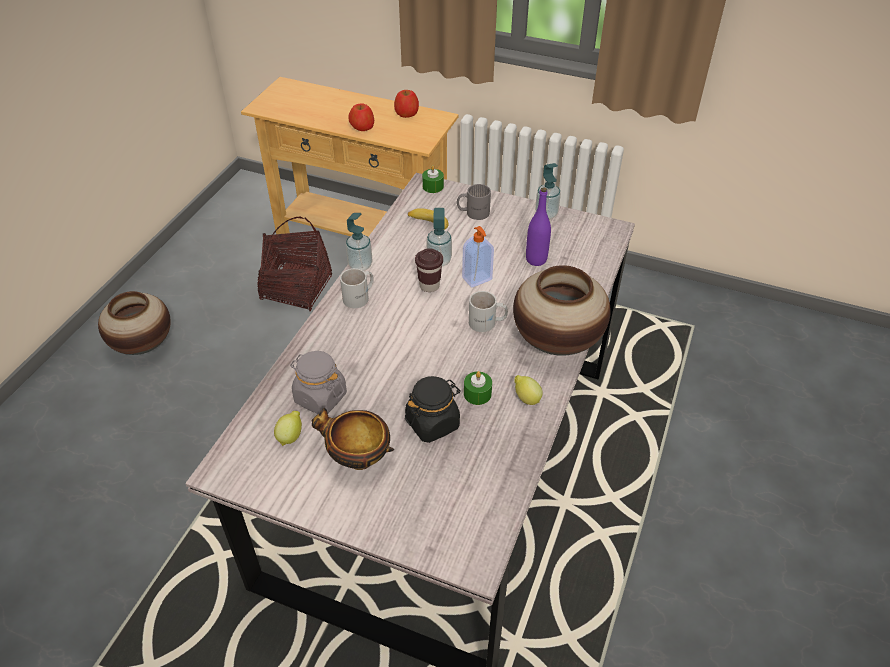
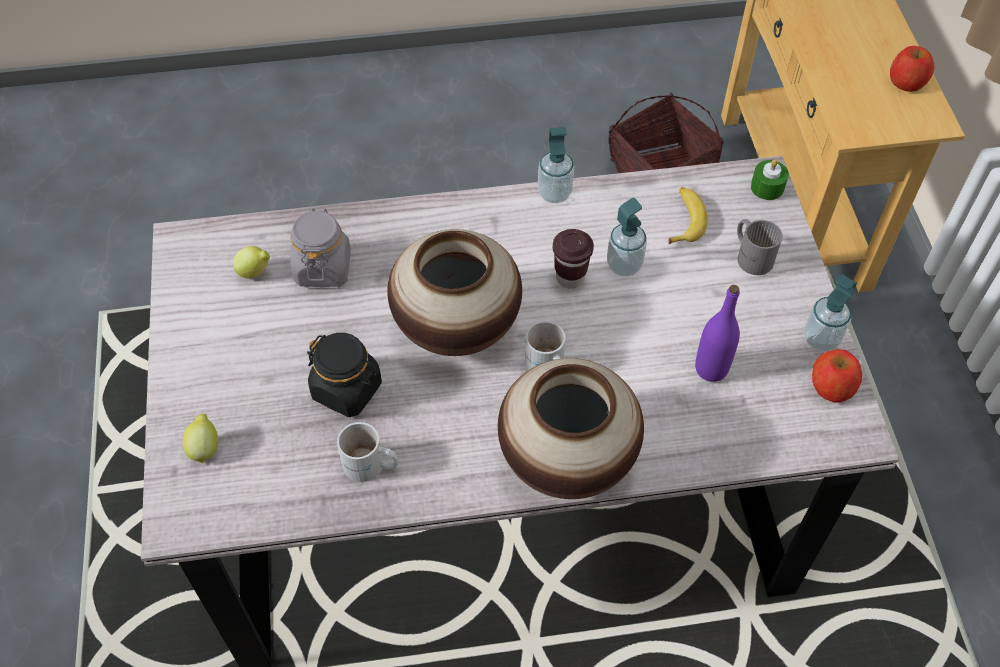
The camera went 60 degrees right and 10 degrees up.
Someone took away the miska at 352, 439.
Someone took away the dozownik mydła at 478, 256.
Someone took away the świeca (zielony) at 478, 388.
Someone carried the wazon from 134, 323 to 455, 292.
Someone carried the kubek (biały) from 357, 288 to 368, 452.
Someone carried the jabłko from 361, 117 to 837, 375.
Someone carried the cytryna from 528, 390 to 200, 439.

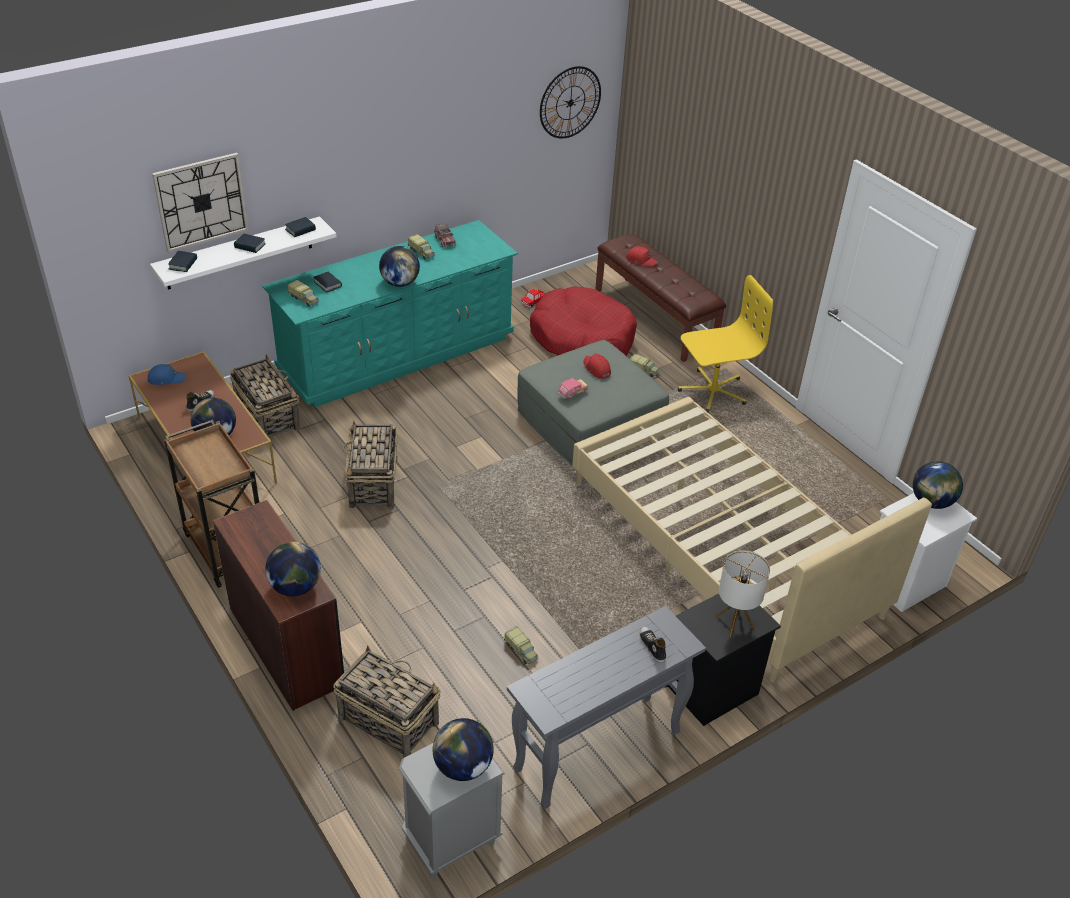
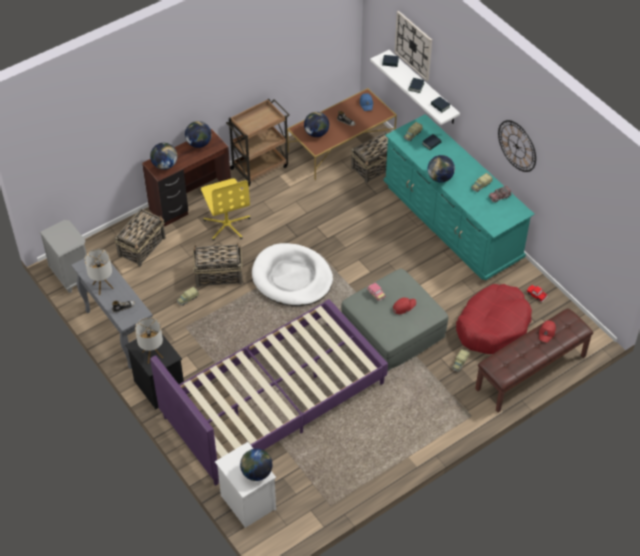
The camera went 90 degrees right and 10 degrees up.
Someone put down the lampa stołowa at 99, 272.
Someone put down the legowisko (biały) at 292, 274.
Someone carried the koszyk from 370, 464 to 217, 264.
Someone carried the globus from 463, 749 to 198, 134.
Someone carried the zegar ścienny from 570, 102 to 517, 146.
Someone carried the krzesło biurowe (żółty) from 725, 343 to 226, 210.
Someone repainted the łóżko (beżowy) at 752, 540, which became the łóżko (fioletowy) at 269, 392.

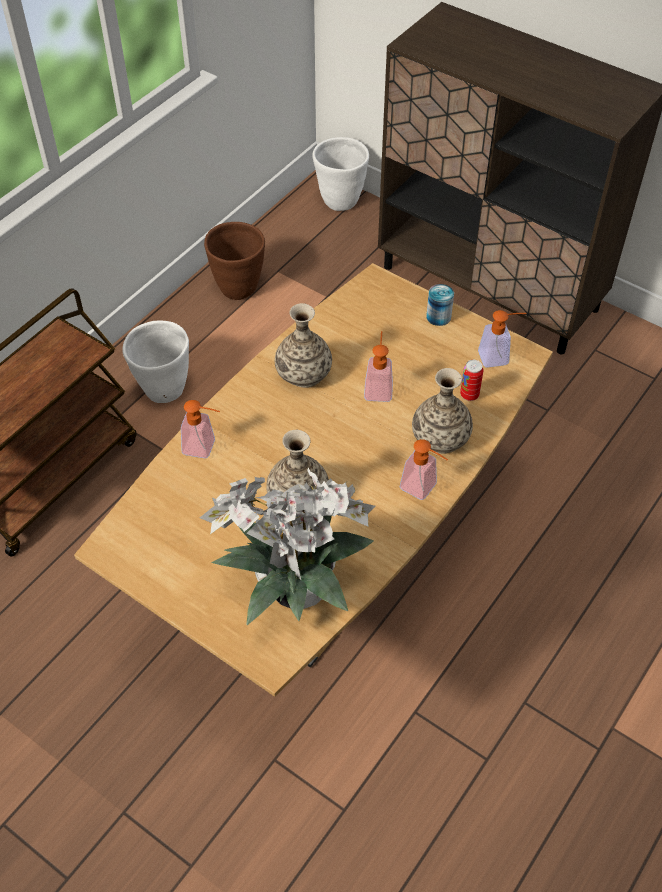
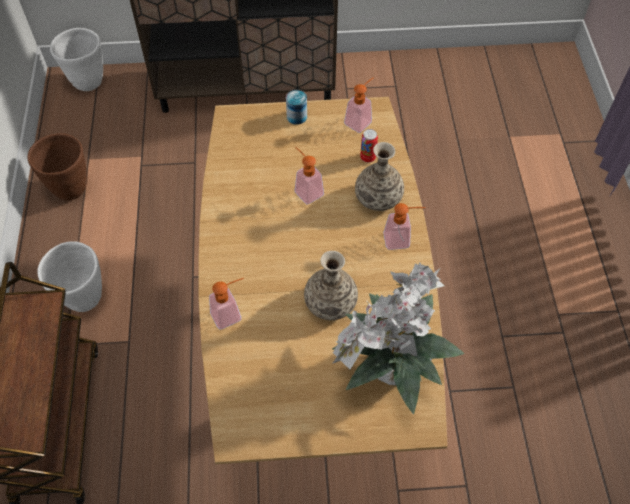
The camera went 40 degrees left and 5 degrees up.
Someone took away the wazon at 303, 345.

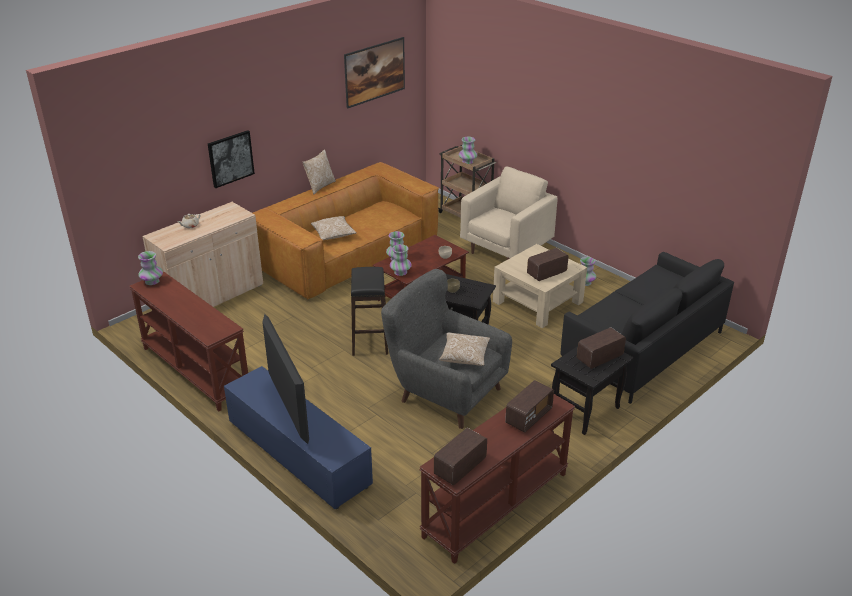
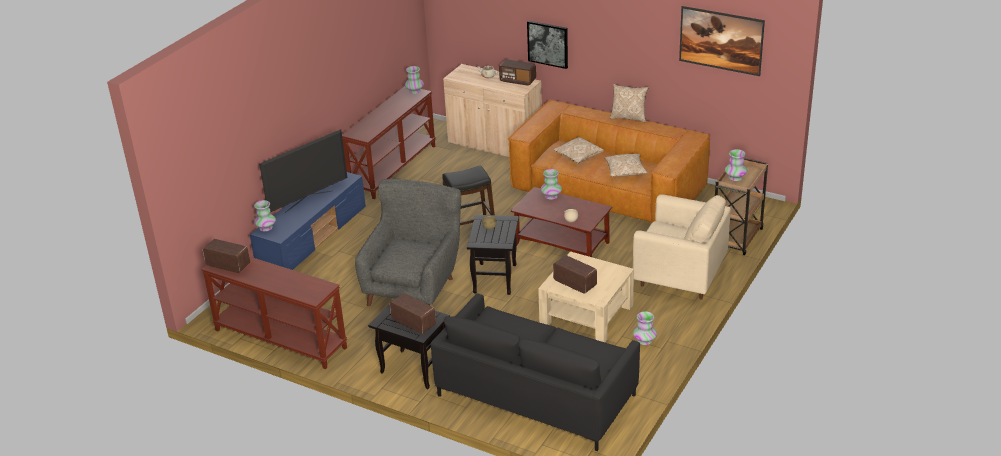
The camera went 75 degrees right and 0 degrees up.
Someone carried the wazon from 401, 260 to 265, 215.
Someone carried the poduszka from 464, 349 to 626, 165.
Someone carried the radio from 529, 406 to 517, 72.

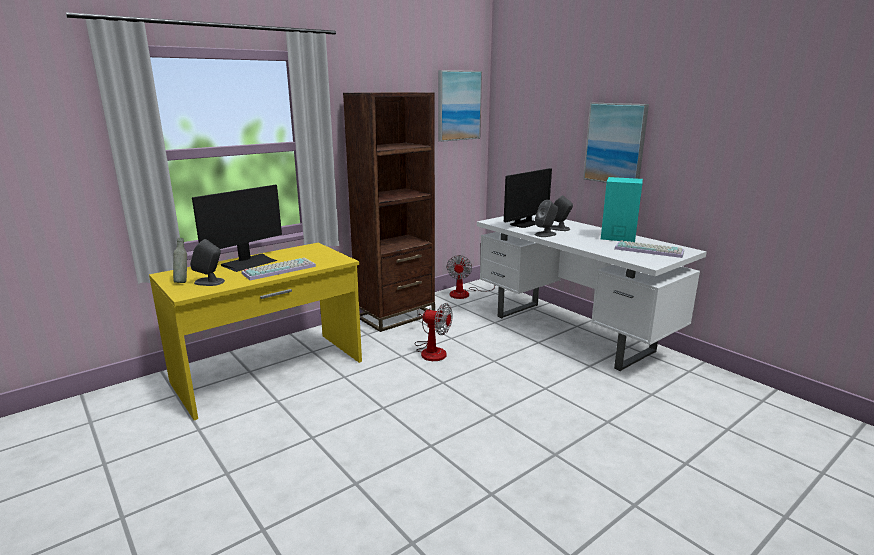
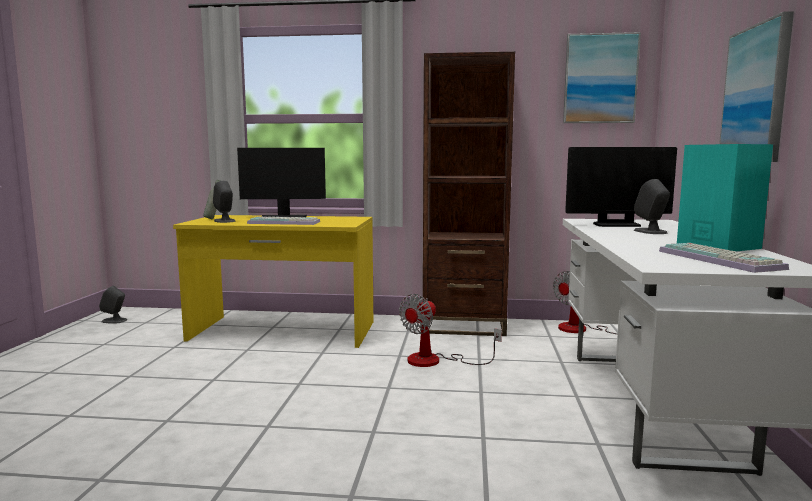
The camera went 45 degrees right and 10 degrees down.
Someone carried the głośnik (szary) from 546, 218 to 113, 305.
Someone rotated the wentylator at 434, 332 by 60 degrees clockwise.

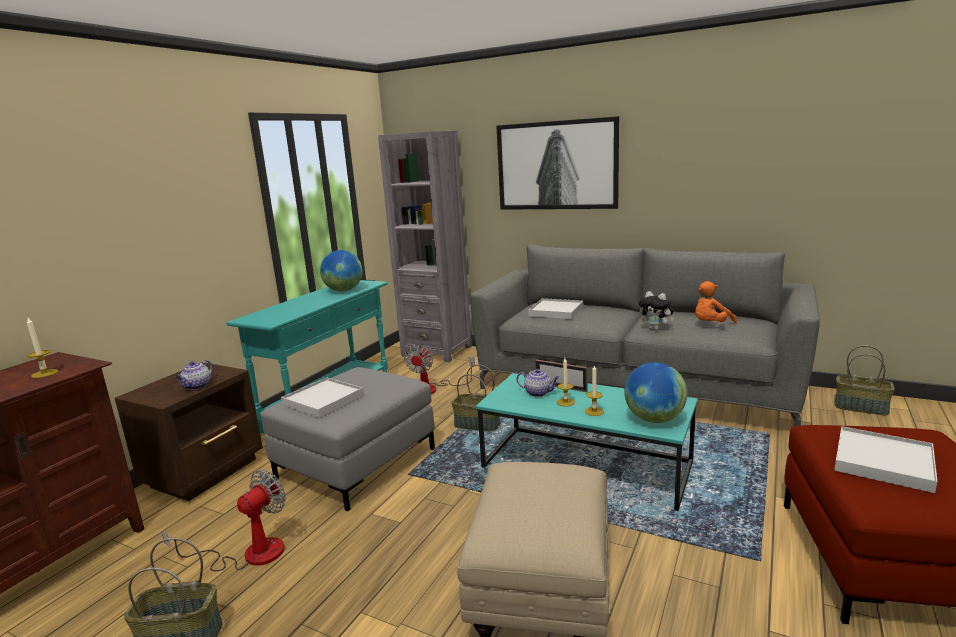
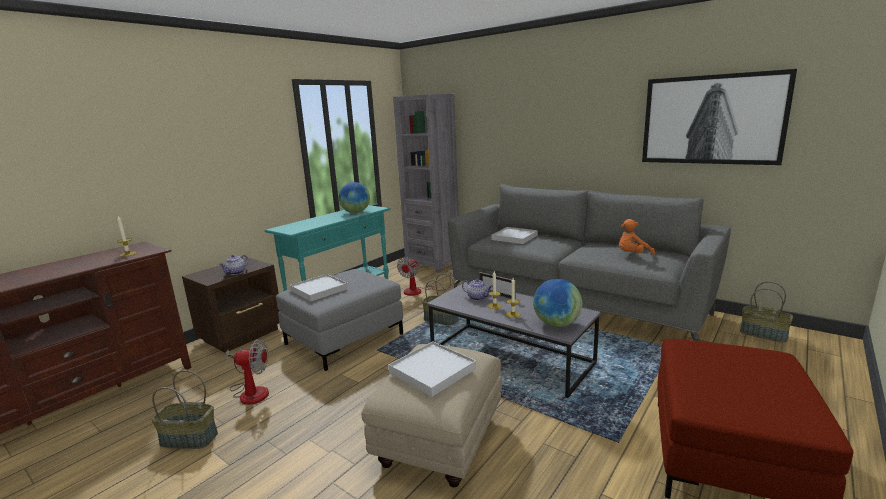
The camera went 10 degrees right and 0 degrees up.
Someone took away the pluszak at 656, 310.
Someone carried the obraz from 558, 163 to 719, 117.
Someone carried the taca (biały) from 886, 459 to 432, 369.
Someone repainted the ława (turkusowy) at 587, 442, which became the ława (szary) at 514, 340.
Someone rotated the wentylator at 223, 520 by 45 degrees clockwise.

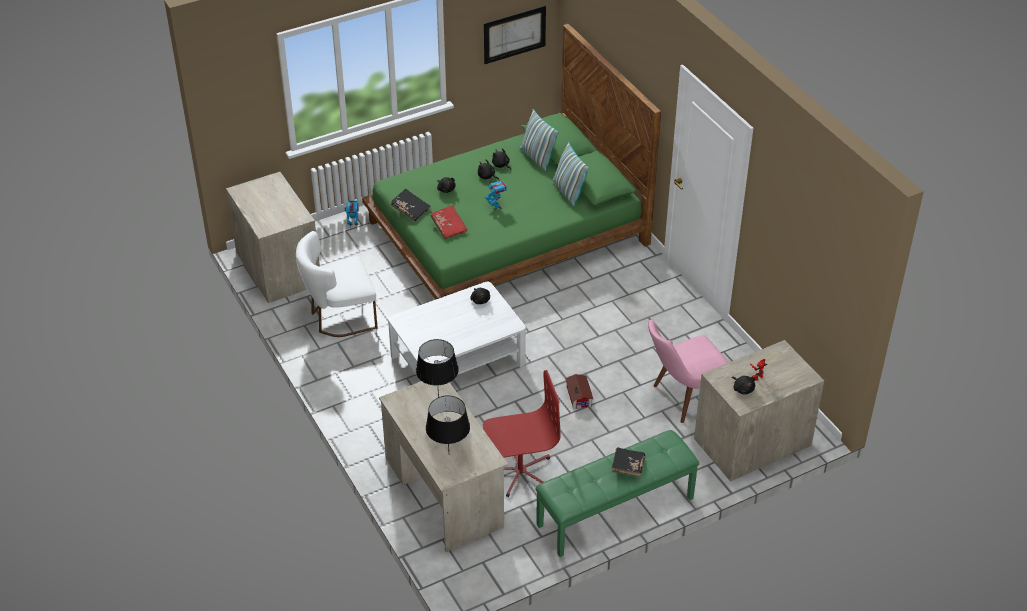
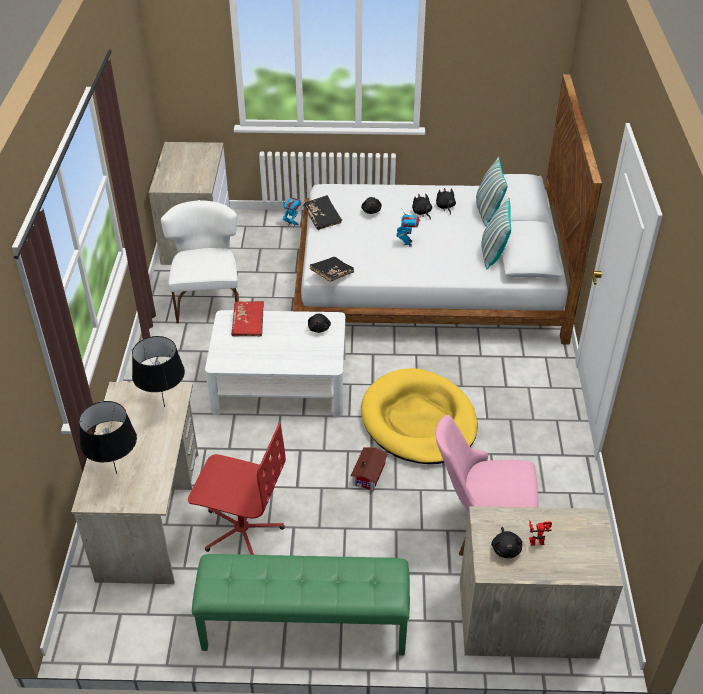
The camera went 30 degrees right and 0 degrees up.
Someone took away the obraz at 515, 34.
Someone put down the legowisko (żółty) at 419, 416.
Someone carried the książka (czerwony) from 449, 222 to 247, 319.
Someone carried the książka (czarny) from 629, 462 to 332, 269.
Someone repainted the łóżko (zielony) at 511, 162, which became the łóżko (biały) at 447, 209.
Someone rotated the krzesło (biały) at 337, 284 by 75 degrees clockwise.

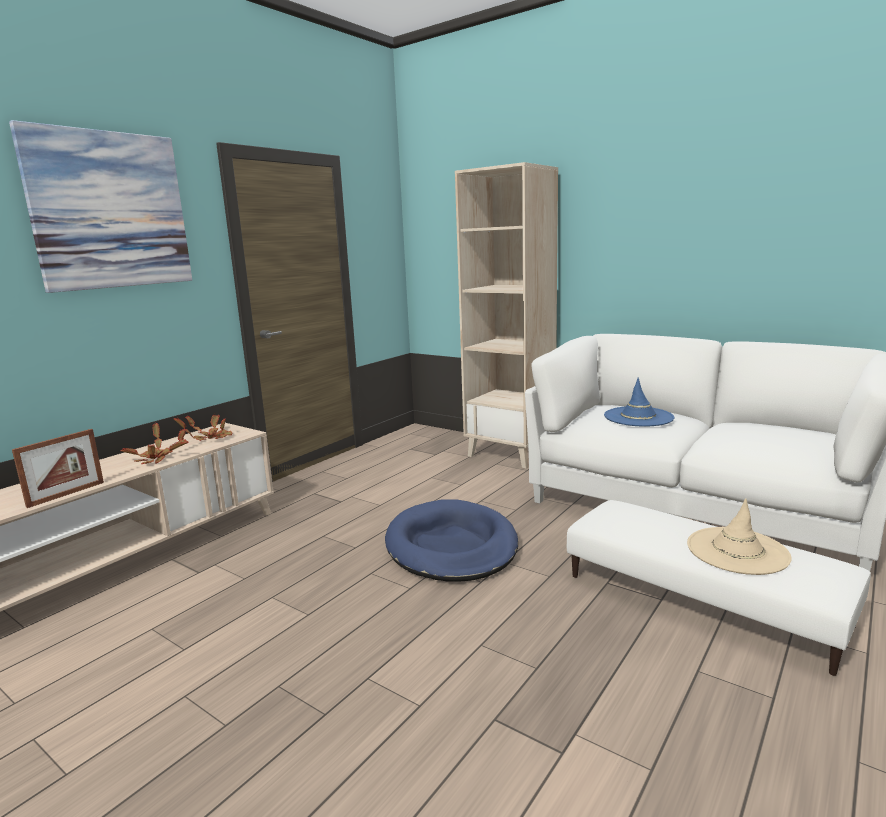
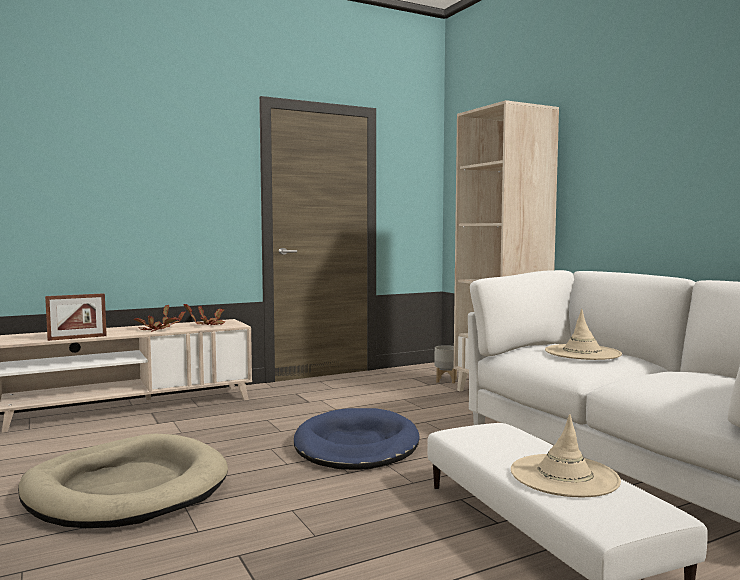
The camera went 25 degrees right and 10 degrees down.
Someone took away the obraz at 100, 206.
Someone put down the legowisko (beżowy) at 123, 480.
Someone put down the donica (szary) at 445, 364.
Someone repainted the kapelusz (niebieski) at 639, 402, which became the kapelusz (beżowy) at 583, 334.

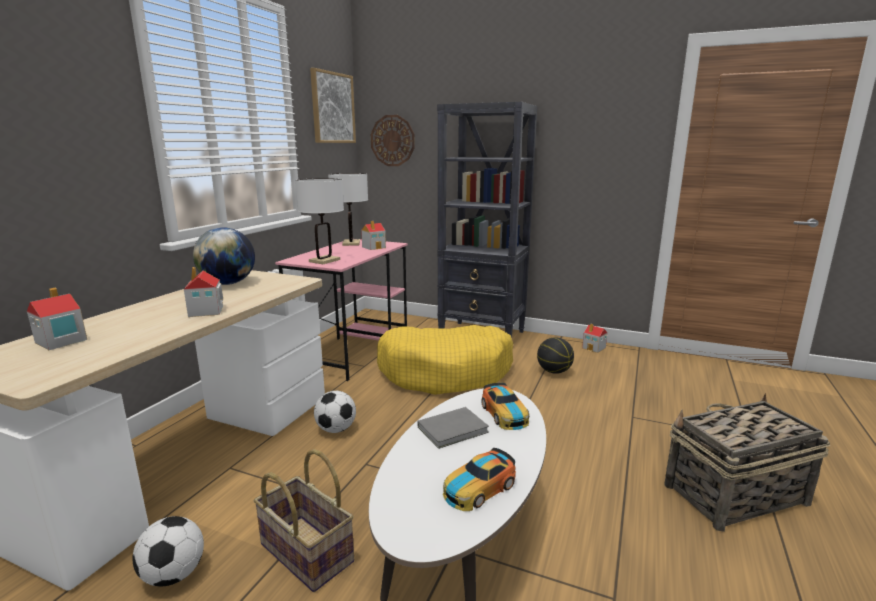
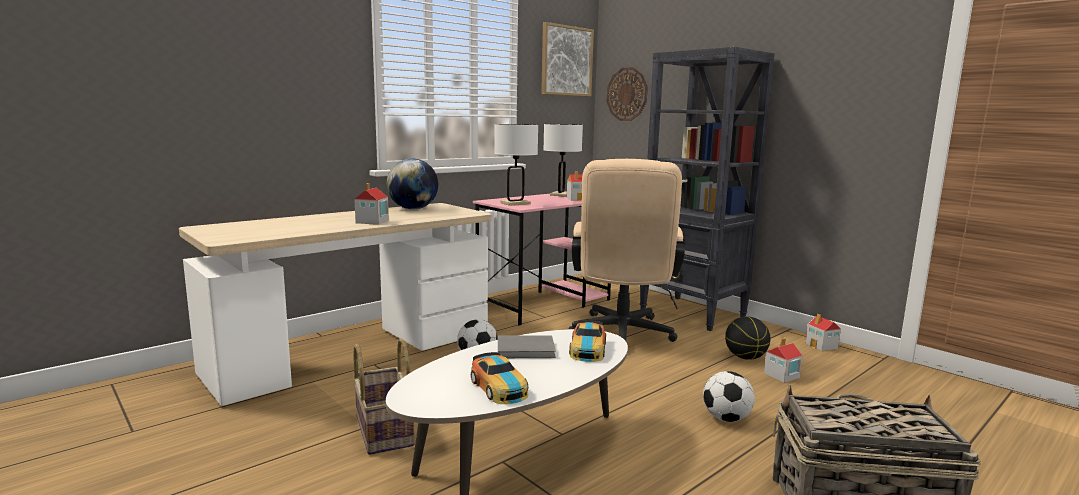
The camera went 25 degrees right and 5 degrees down.
Someone carried the domek from 57, 318 to 783, 360.
Someone carried the piłka futbolowa from 168, 551 to 729, 396.
Someone swapped the legowisko (żółty) at 445, 360 for the krzesło biurowe (beżowy) at 626, 250.
Someone rotated the samochodzik at 479, 479 by 105 degrees counterclockwise.

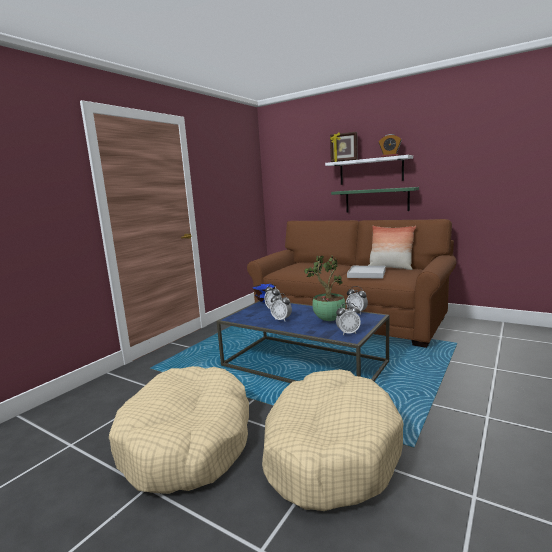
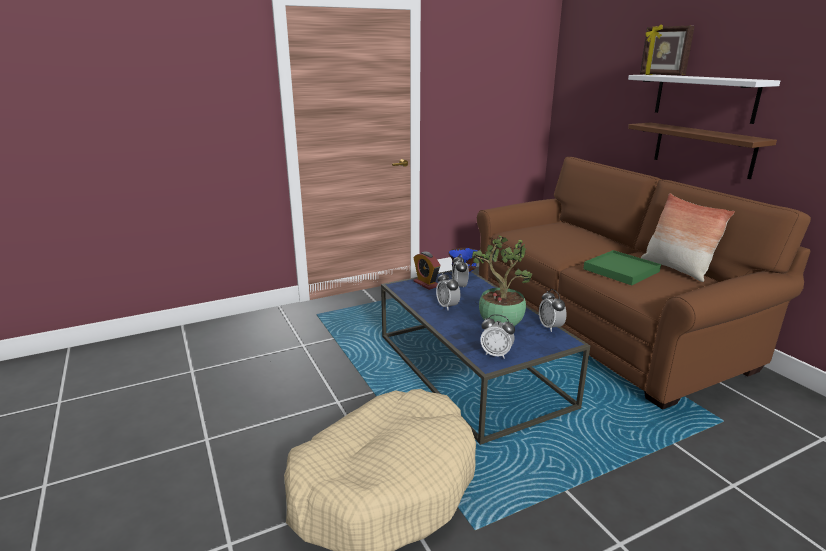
The camera went 30 degrees right and 10 degrees up.
Someone took away the legowisko (beżowy) at 179, 430.
Someone carried the budzik from 390, 145 to 426, 271.
Someone repainted the półka (zielony) at 375, 199, which became the półka (brązowy) at 702, 150.
Someone repainted the taca (biały) at 366, 272, which became the taca (zielony) at 622, 267.

